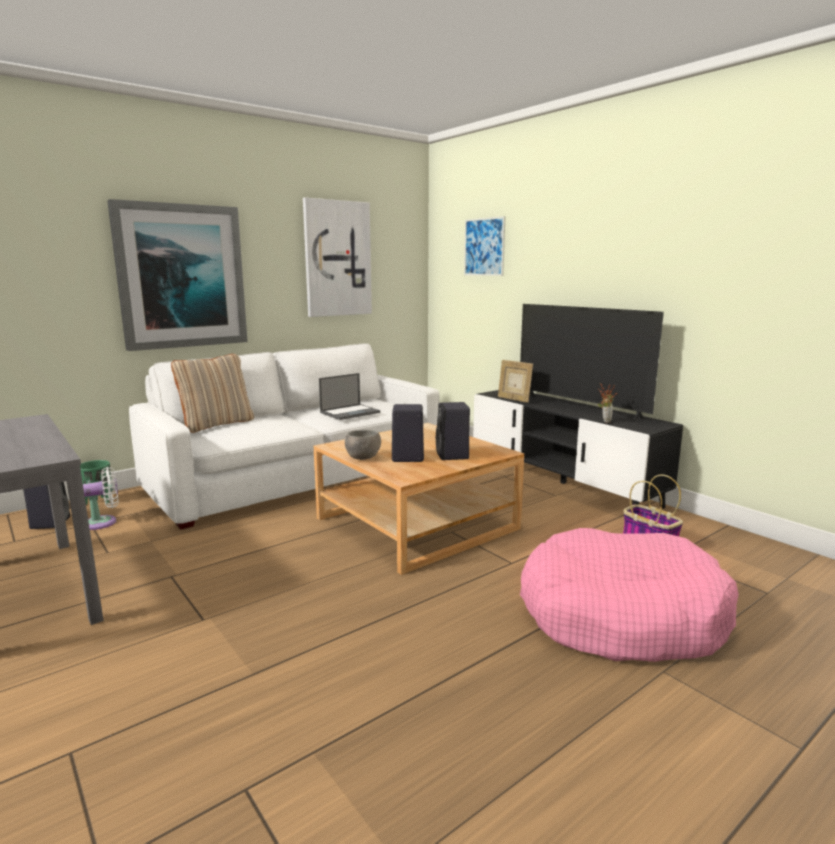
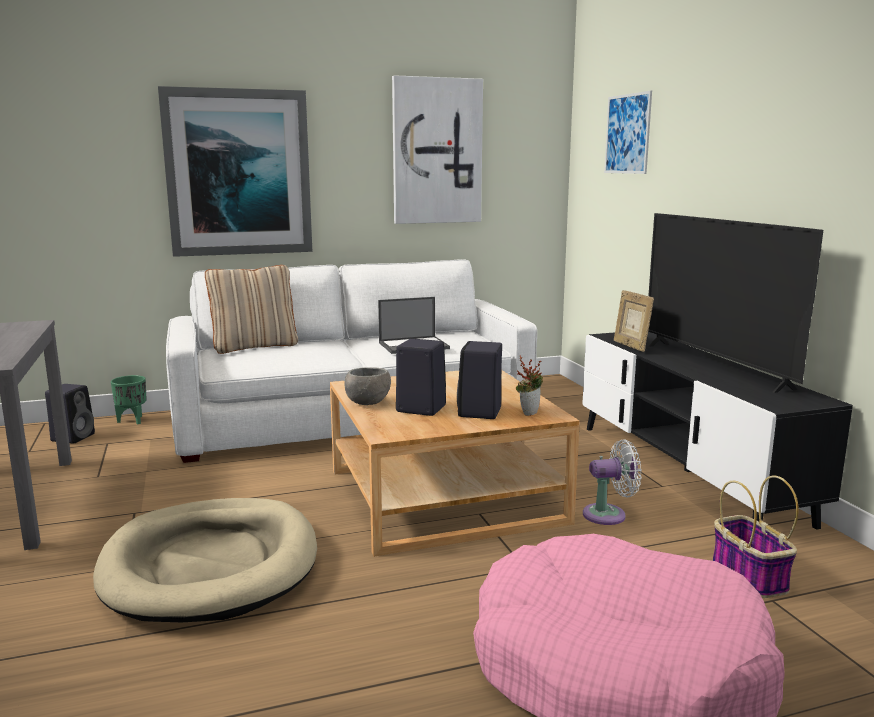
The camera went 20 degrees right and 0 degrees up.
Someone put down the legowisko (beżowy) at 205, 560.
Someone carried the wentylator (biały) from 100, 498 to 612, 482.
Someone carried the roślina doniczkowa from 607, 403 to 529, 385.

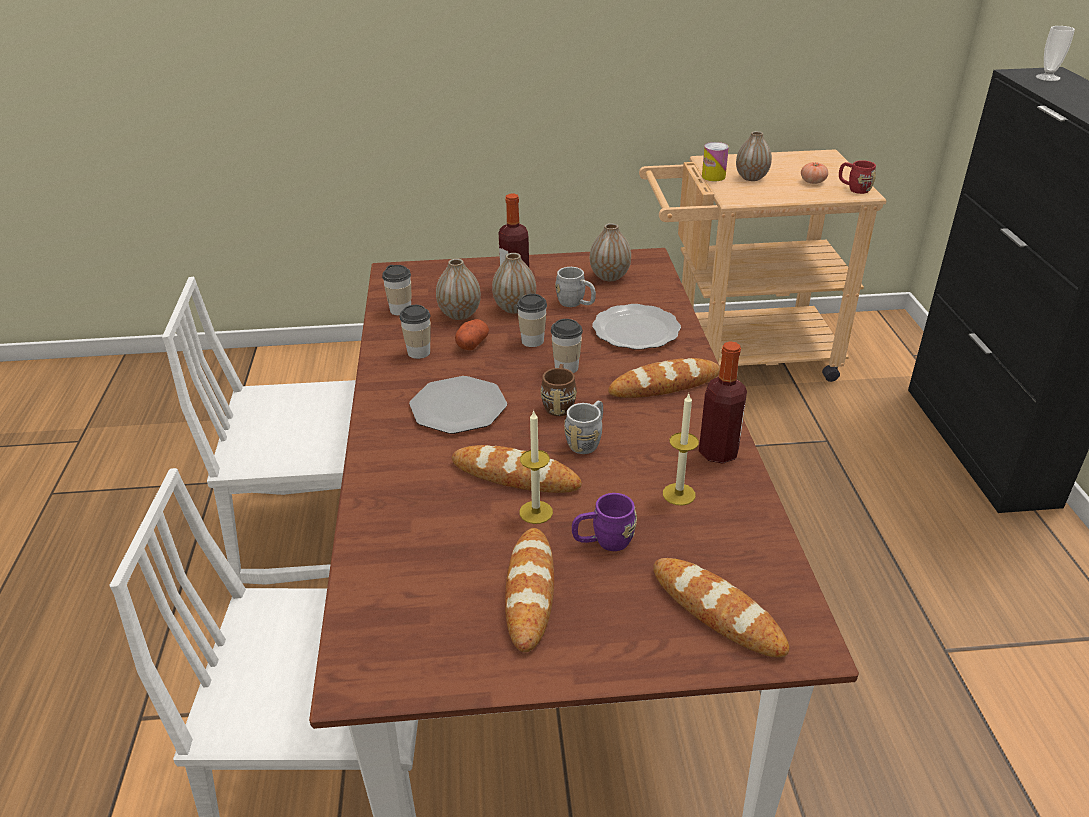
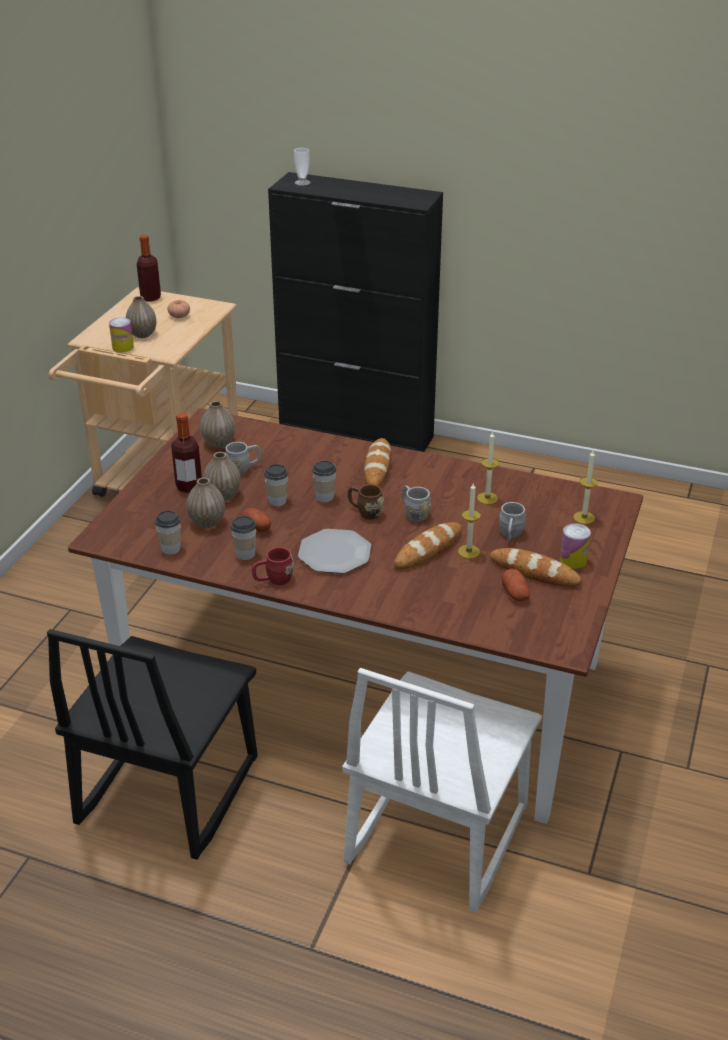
The camera went 65 degrees left and 0 degrees up.
Someone took away the talerz at 636, 327.
Someone put down the ziemniak at 516, 585.
Someone put down the puszka at 575, 546.
Someone carried the butelka from 723, 402 to 149, 268.
Someone carried the kubek (czerwony) from 857, 177 to 273, 566.
Someone swapped the chleb at 721, 608 for the świeca at 585, 487.
Someone repainted the krzesło (biały) at 259, 431, which became the krzesło (czarny) at 152, 744.
Someone repainted the kubek (fioletowy) at 604, 522, which became the kubek (szary) at 512, 522.

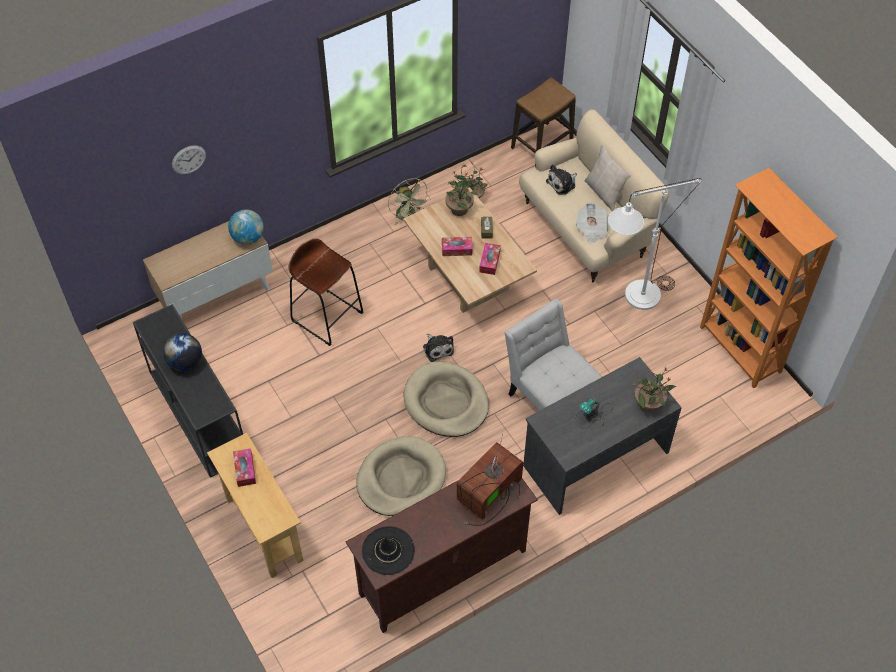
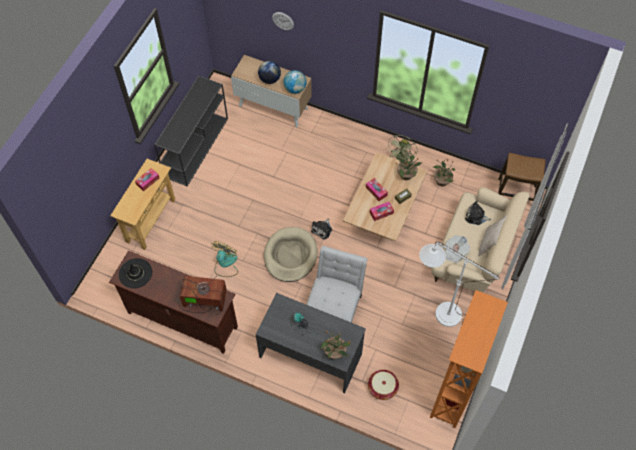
The camera went 55 degrees right and 5 degrees up.
Someone took away the stołek (brązowy) at 326, 292.
Someone put down the koszyk at 383, 385.
Someone carried the globus from 182, 352 to 269, 72.
Someone swapped the legowisko (beżowy) at 401, 476 for the wentylator at 224, 259.

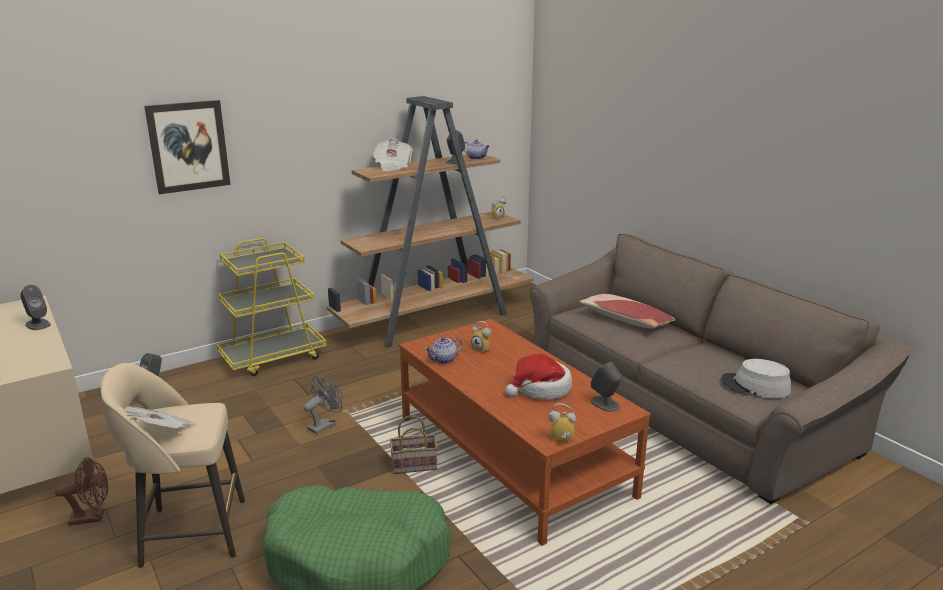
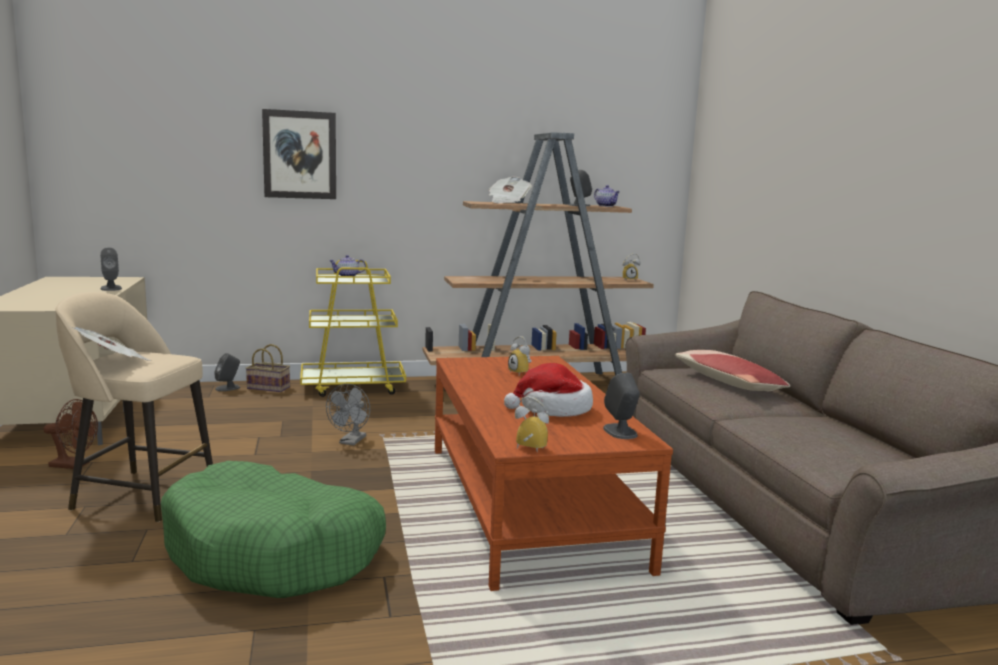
The camera went 20 degrees right and 10 degrees down.
Someone took away the kapelusz (szary) at 756, 378.
Someone carried the koszyk from 414, 444 to 268, 368.
Someone carried the imbryk from 443, 350 to 347, 265.
Someone rotated the wentylator (szary) at 323, 404 by 135 degrees clockwise.

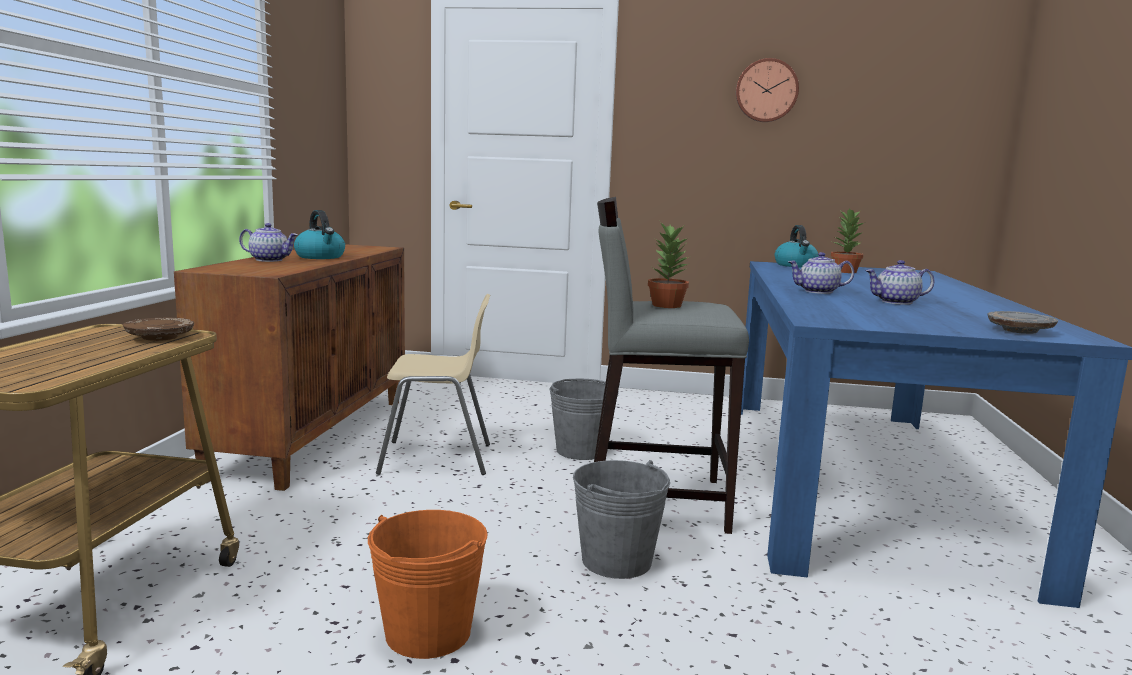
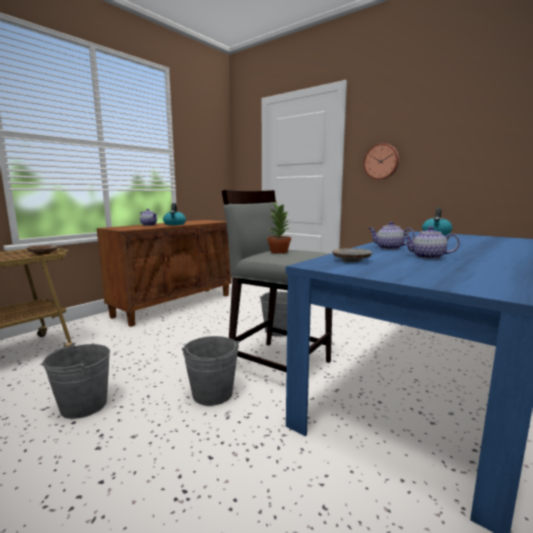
The camera went 30 degrees right and 0 degrees up.
Someone took away the krzesło (beżowy) at 433, 384.
Someone took away the roślina doniczkowa at 847, 240.
Someone carried the zegar ścienny from 767, 90 to 381, 161.
Someone carried the talerz (szary) from 1023, 322 to 352, 255.
Someone repainted the wiadro (pomarańczowy) at 428, 584, which became the wiadro (szary) at 75, 381.

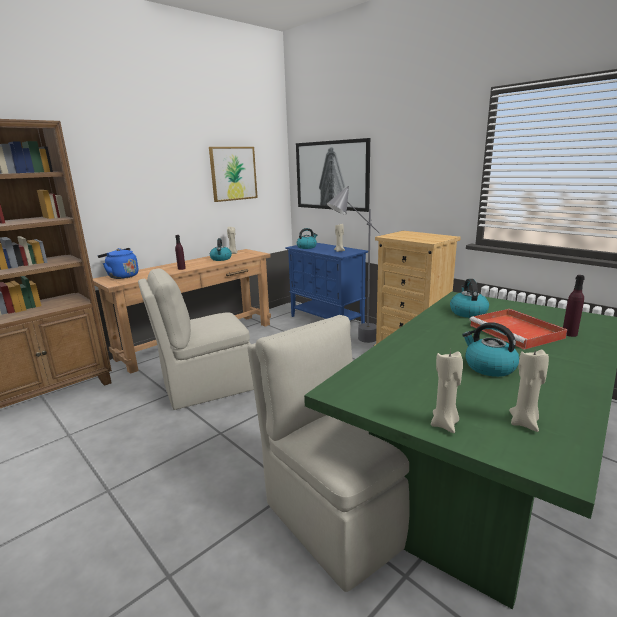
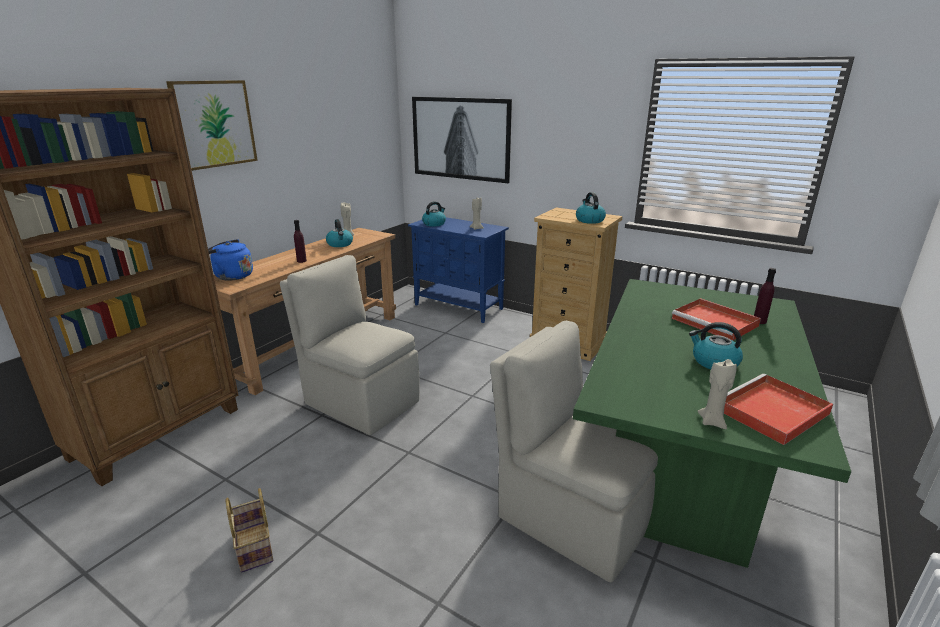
The camera went 15 degrees left and 5 degrees up.
Someone took away the lampa stojąca (szary) at 353, 264.
Someone put down the koszyk at 249, 530.
Someone carried the obraz from 233, 174 to 212, 125.
Someone carried the czajnik from 469, 298 to 591, 208.
Someone swapped the świeca (beżowy) at 529, 390 for the taca (czerwony) at 778, 409.
Someone rotated the krzesło (beżowy) at 196, 339 by 75 degrees clockwise.

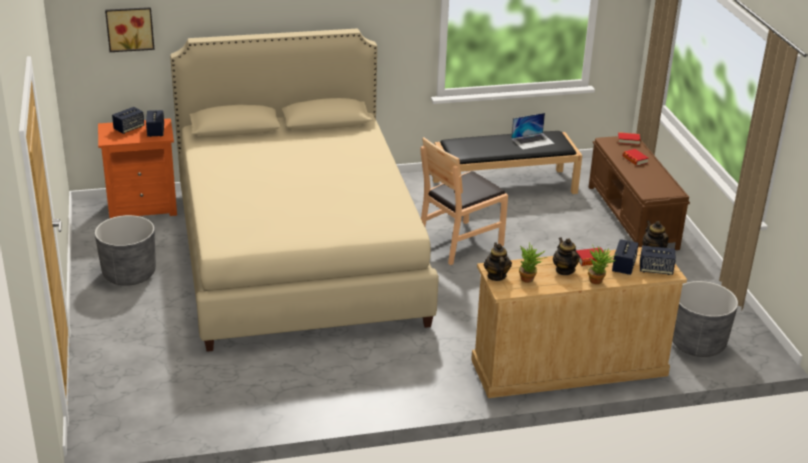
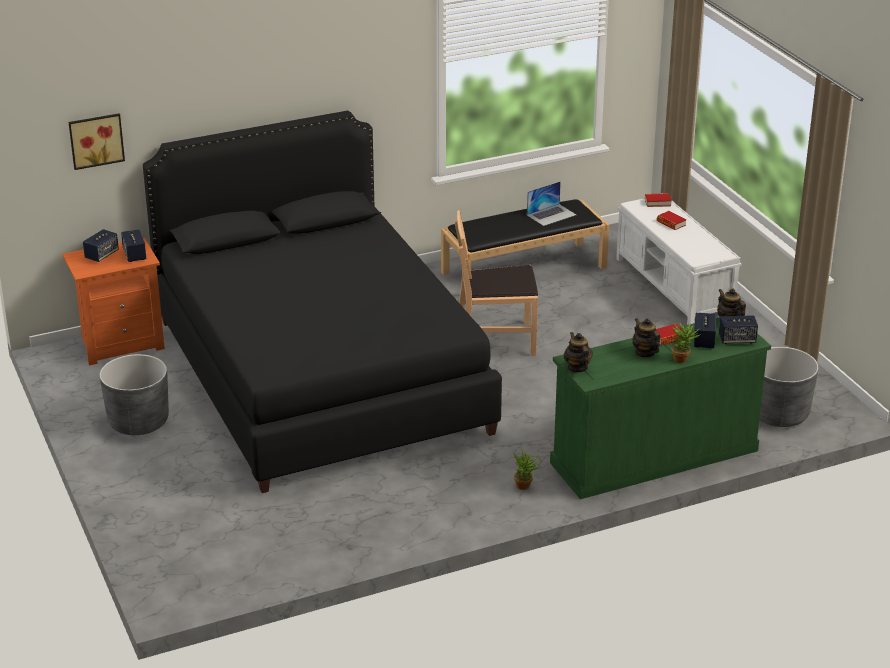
The camera went 10 degrees left and 0 degrees up.
Someone carried the roślina doniczkowa from 533, 262 to 527, 469.
Someone repainted the łóżko (beżowy) at 304, 190, which became the łóżko (czarny) at 322, 302.
Someone repainted the komoda (beżowy) at 579, 322, which became the komoda (zielony) at 660, 408.
Someone repainted the ławka (brązowy) at 639, 193, which became the ławka (biały) at 678, 259.
Someone rotated the krzesło (brązowy) at 464, 201 by 45 degrees clockwise.

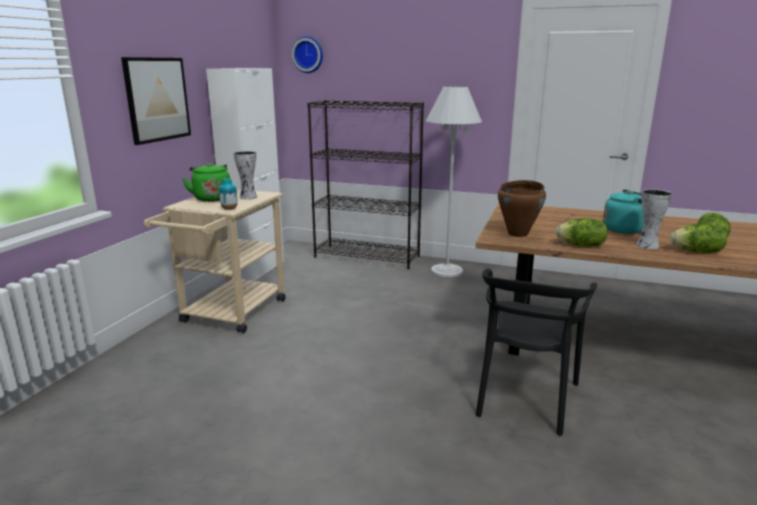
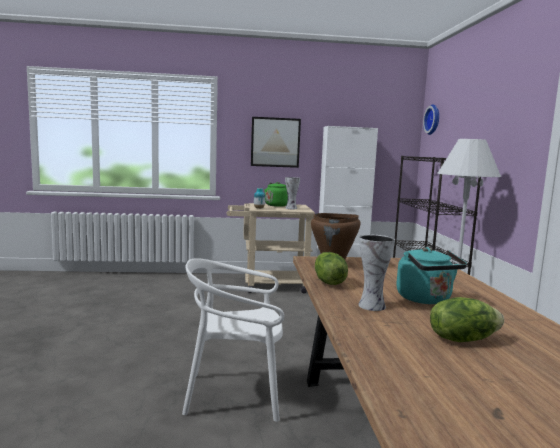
The camera went 65 degrees right and 10 degrees down.
Someone took away the sałata at 698, 238.
Someone repainted the krzesło (czarny) at 536, 352, which became the krzesło (biały) at 233, 340.

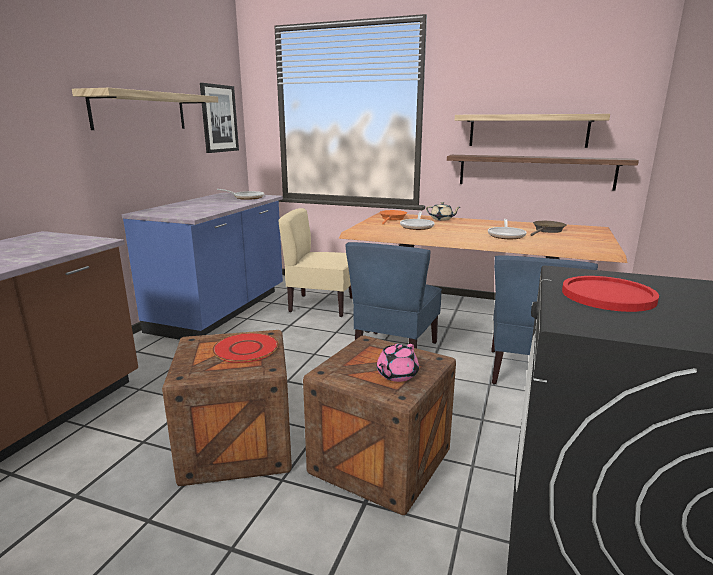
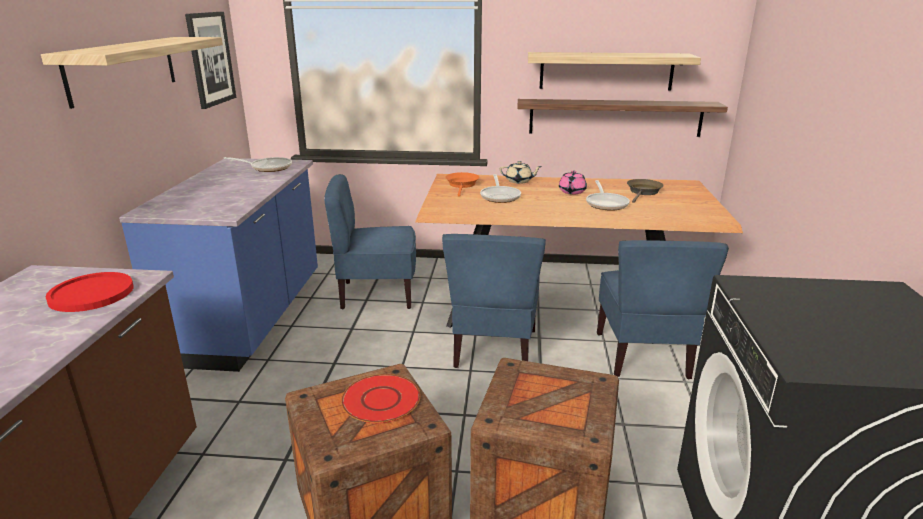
The camera went 15 degrees left and 5 degrees up.
Someone carried the imbryk (różowy) from 398, 363 to 573, 182.
Someone carried the talerz (czerwony) from 610, 294 to 89, 292.
Someone repainted the krzesło (beżowy) at 315, 262, which became the krzesło (niebieski) at 370, 241.

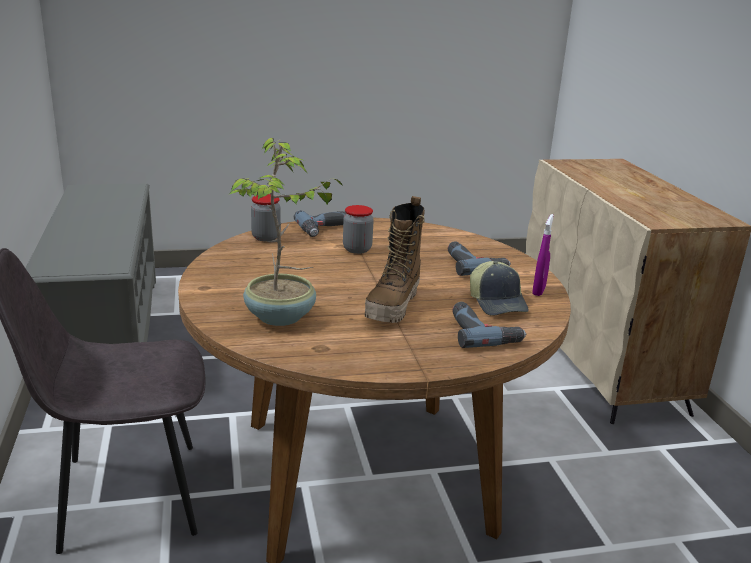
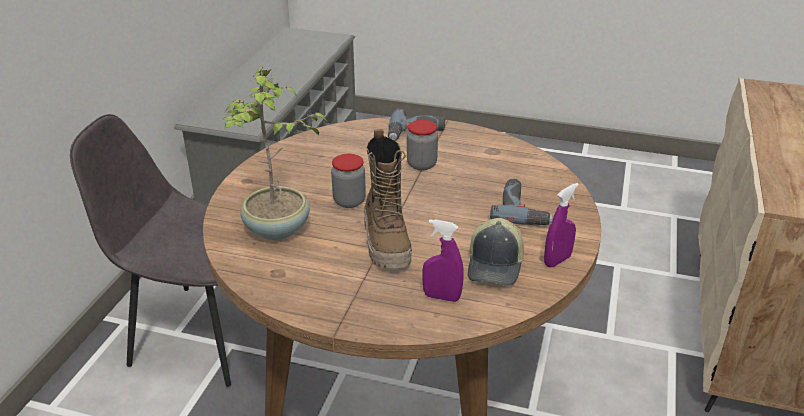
The camera went 30 degrees right and 10 degrees up.
Someone carried the słoik from 266, 217 to 348, 181.
Someone swapped the wiertarka at 489, 325 for the spryskiwacz (fioletowy) at 443, 260.
Someone rotated the but z cholewką at 395, 259 by 60 degrees counterclockwise.

